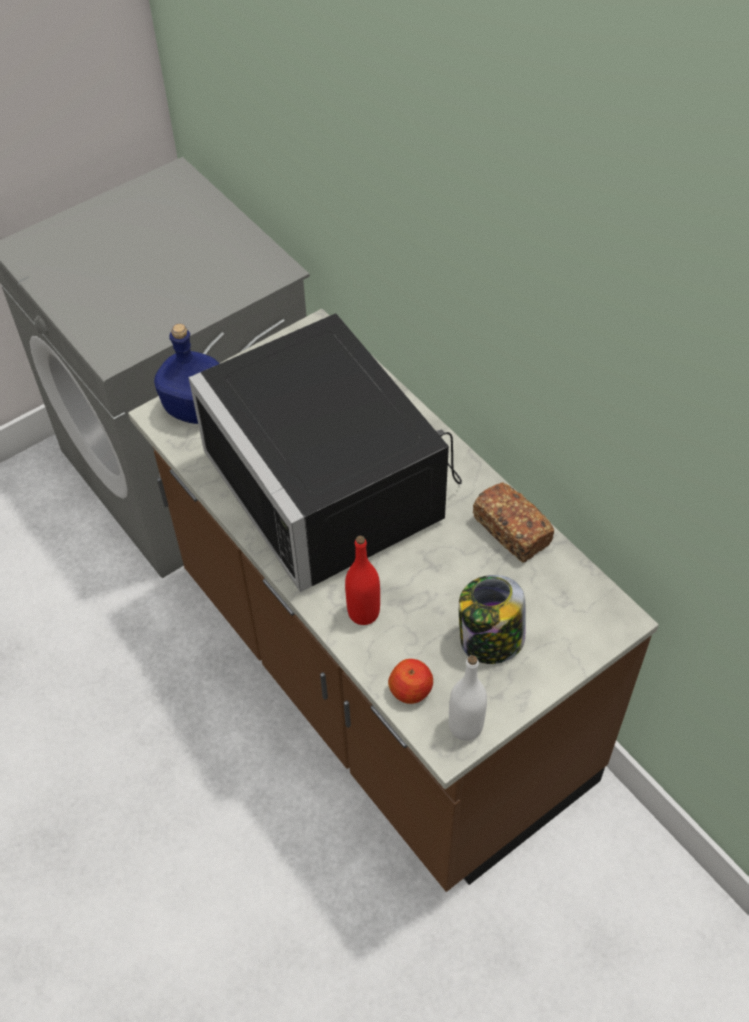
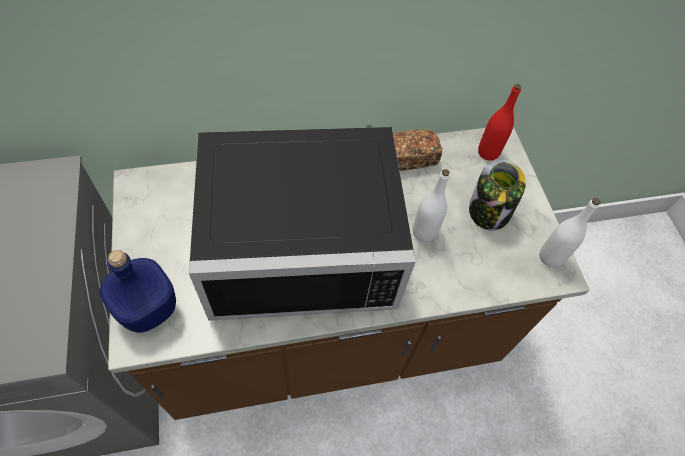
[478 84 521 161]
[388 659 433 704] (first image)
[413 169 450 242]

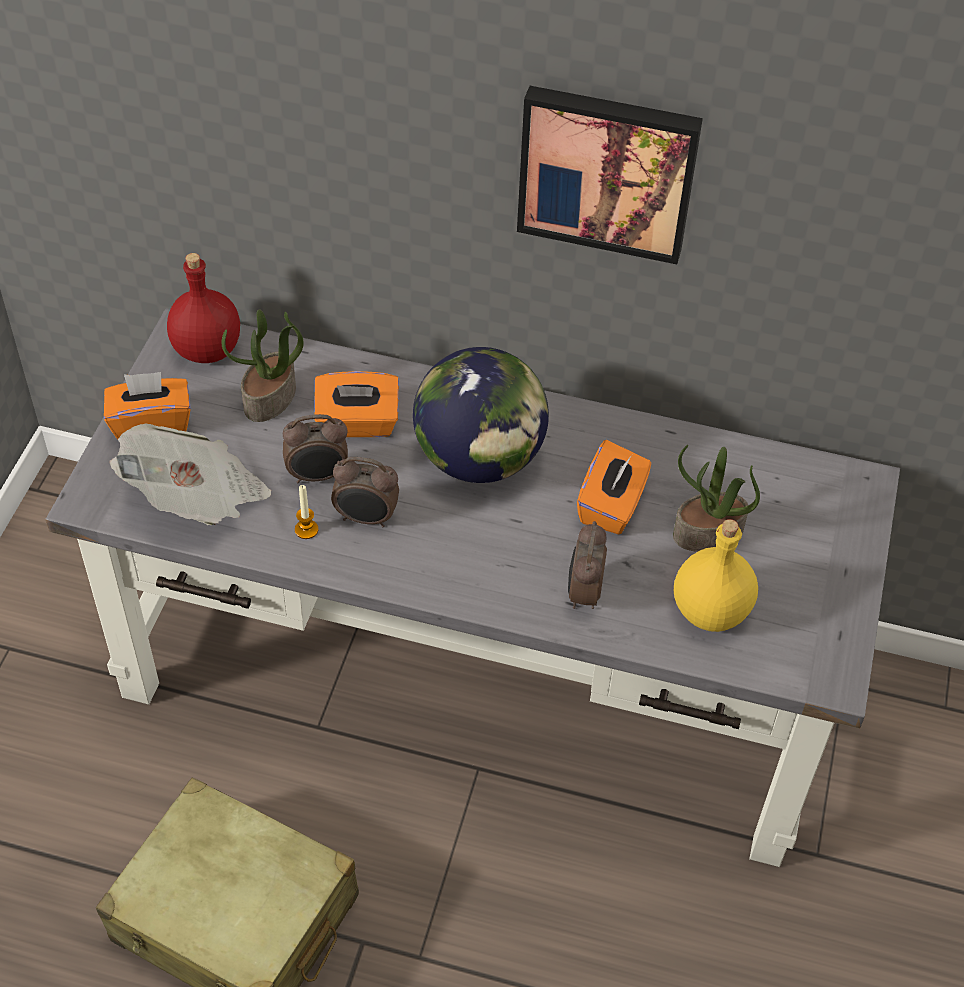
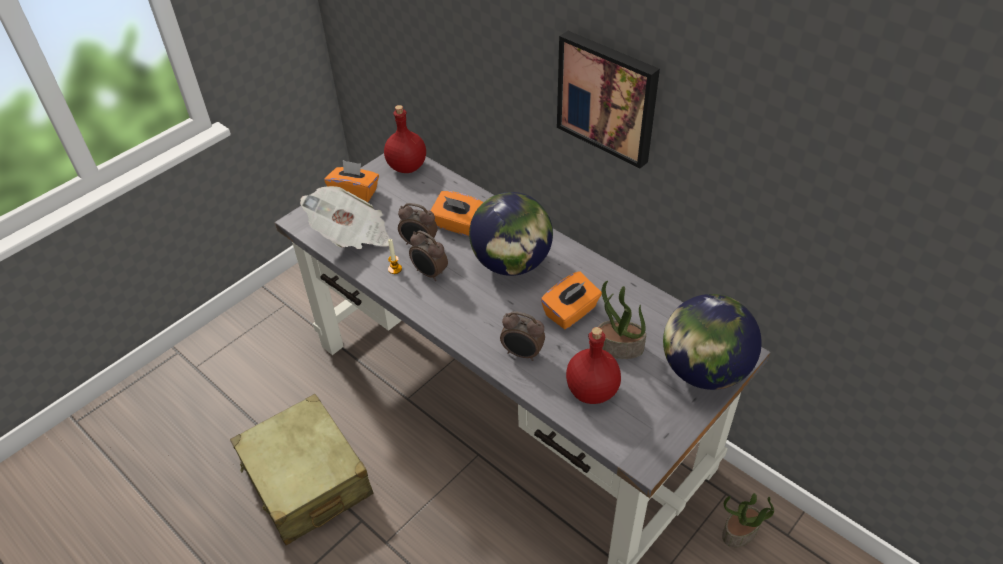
[722 493 774 547]
[500 311 545 361]
[566 327 621 404]
[663 294 762 390]

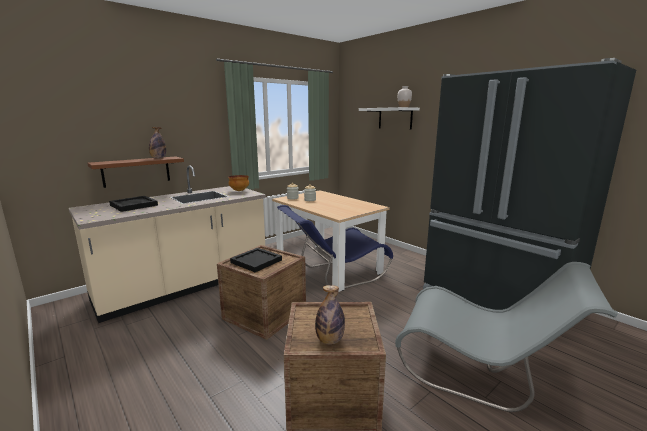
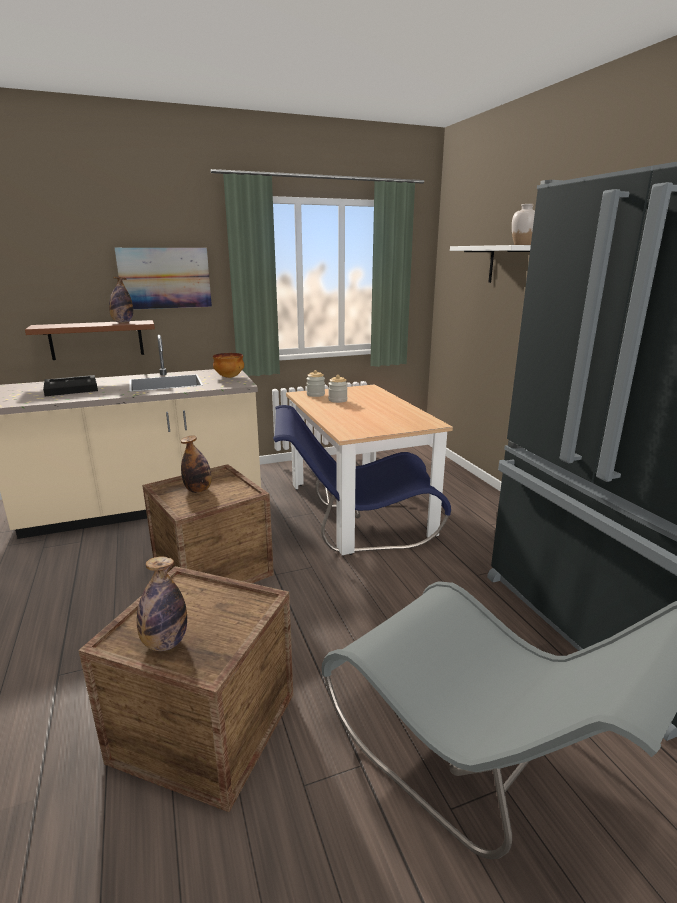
[180 435 212 493]
[115 248 212 309]

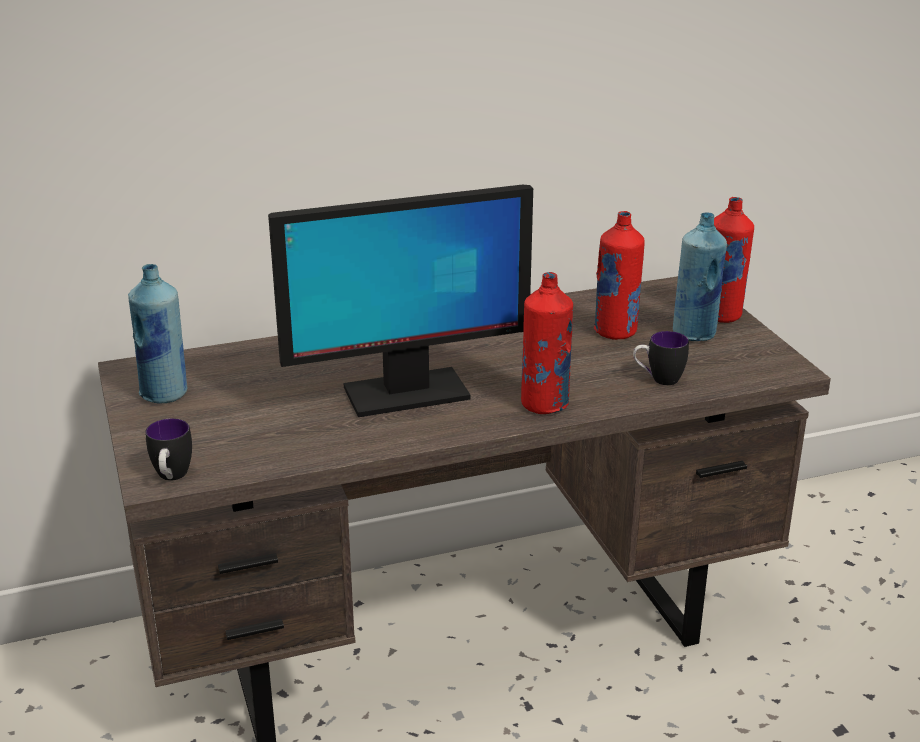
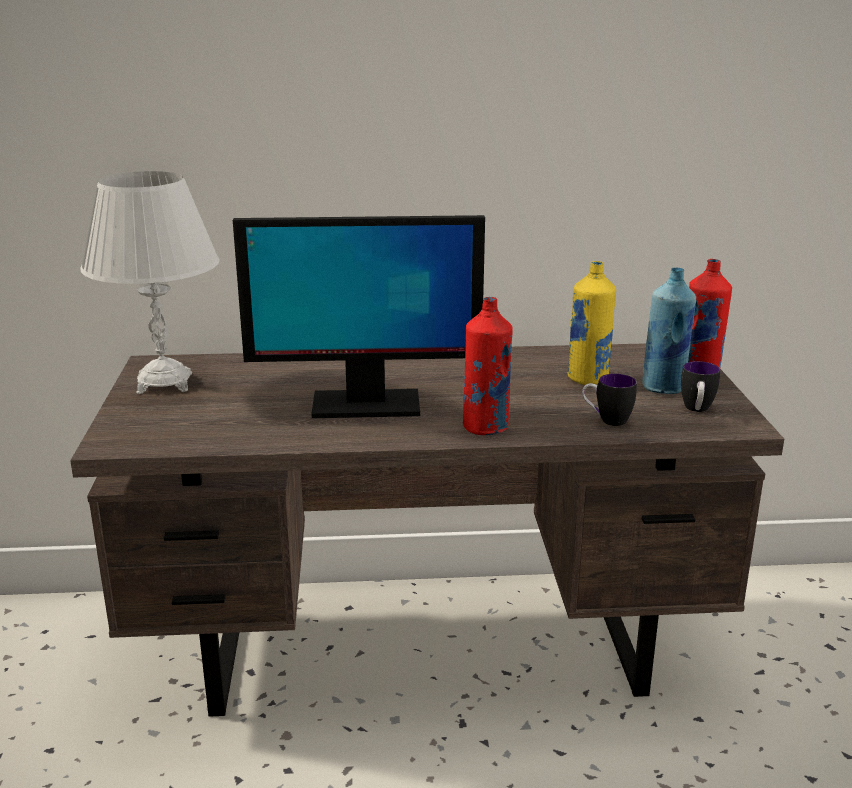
[80 171 220 394]
[681 361 720 412]
[567 261 616 385]

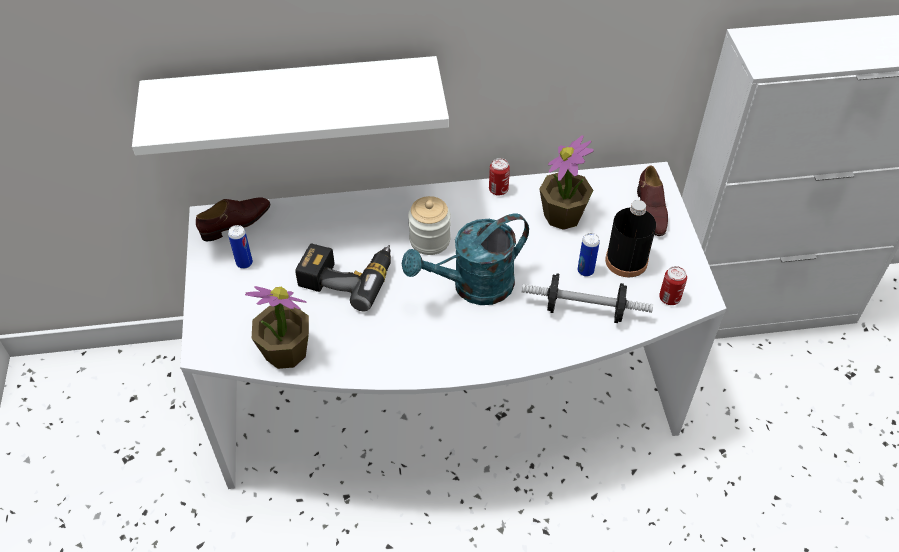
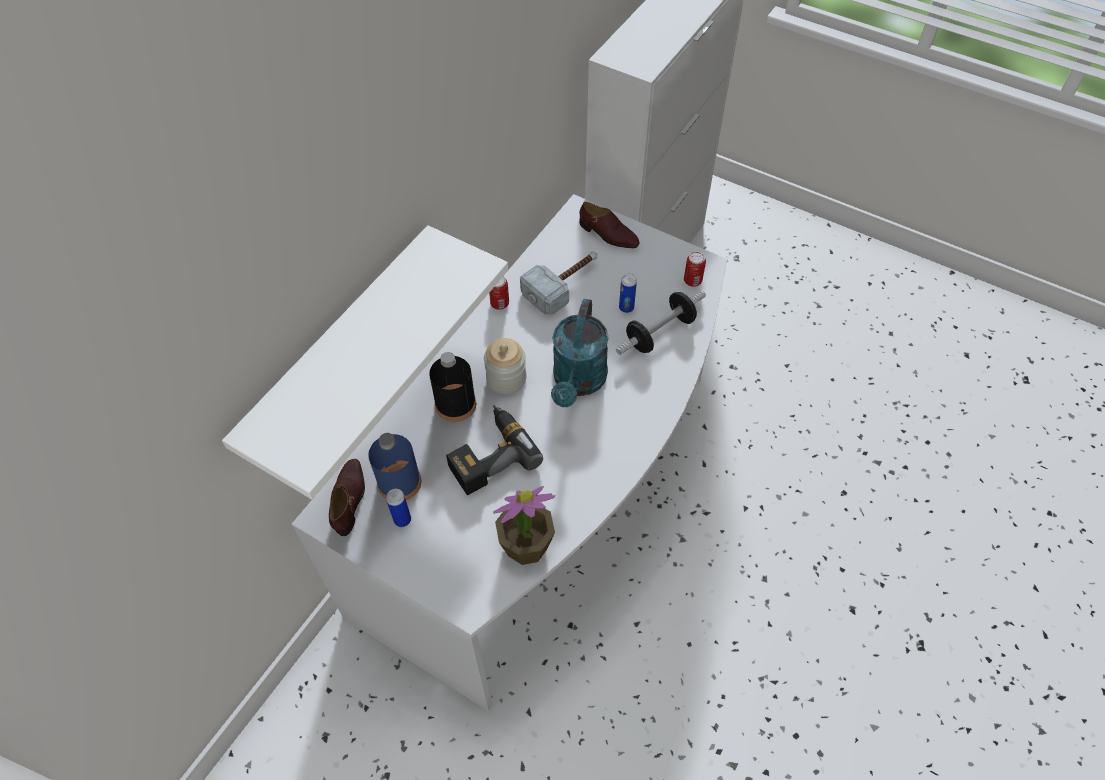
[520 251 597 315]
[429 352 476 422]
[368 433 421 501]

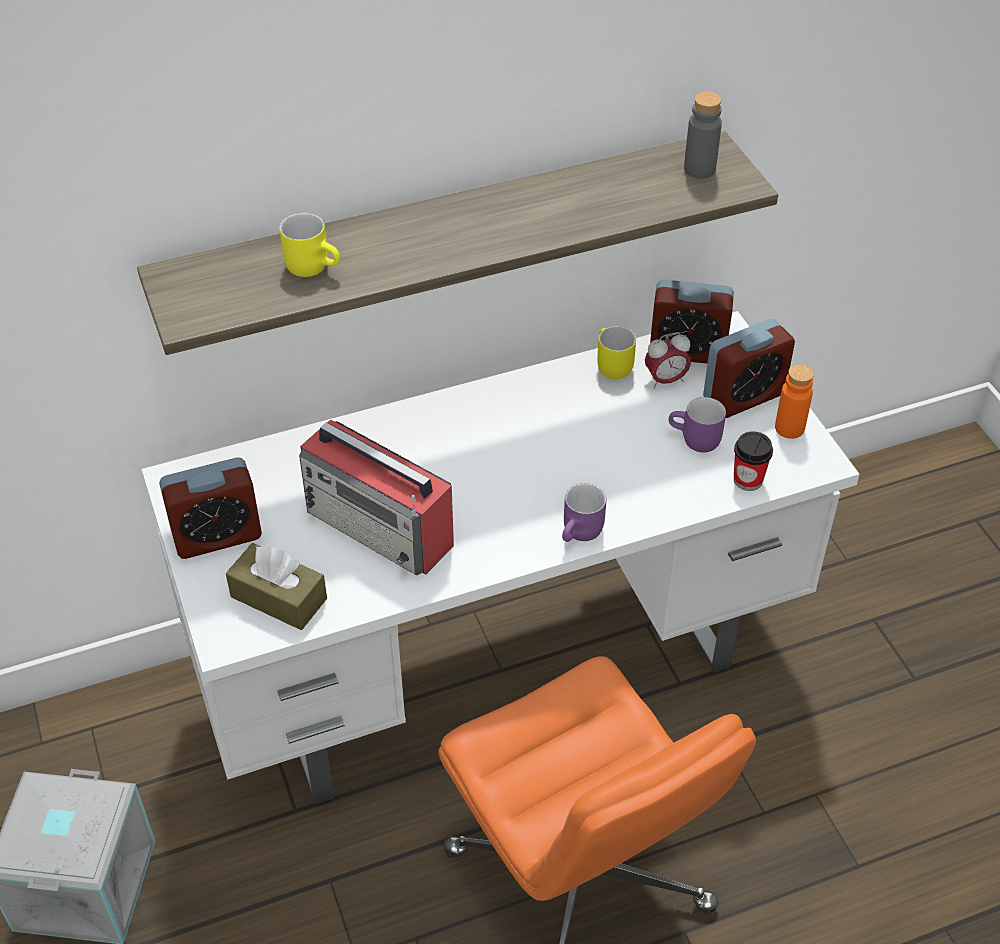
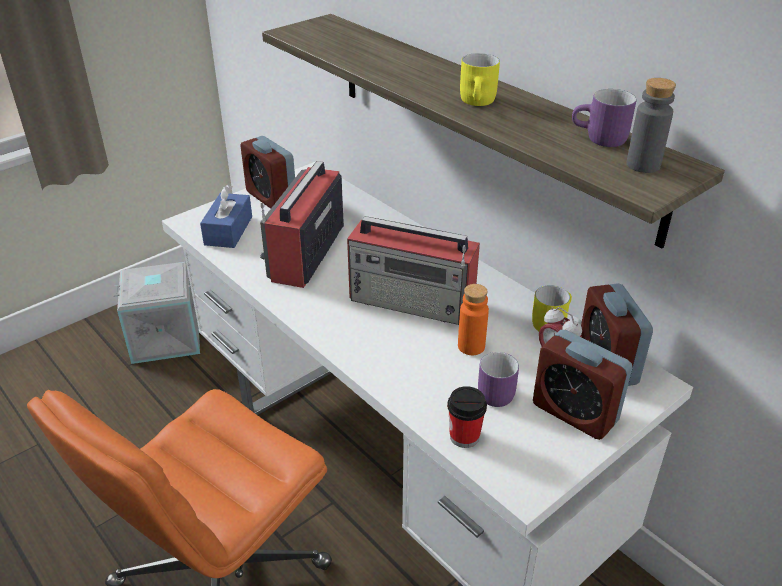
[200 185 252 248]
[460 53 500 106]
[572 89 637 147]
[458 284 489 355]
[347 216 480 325]

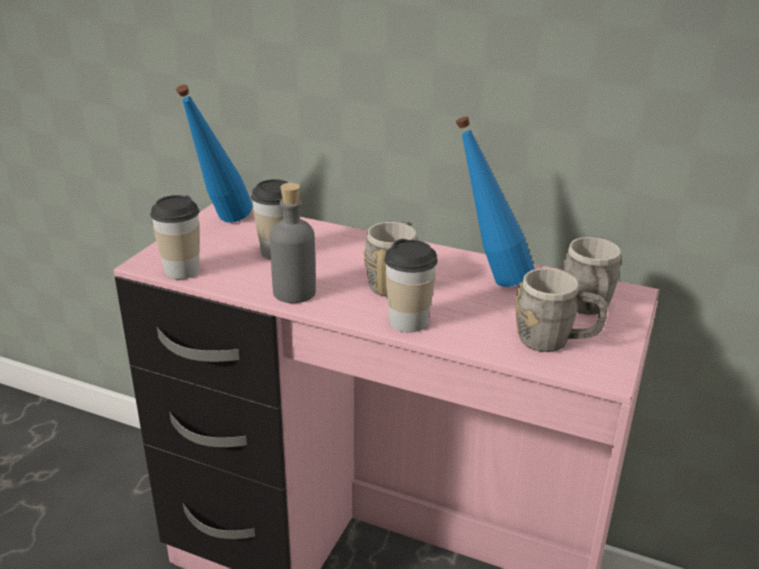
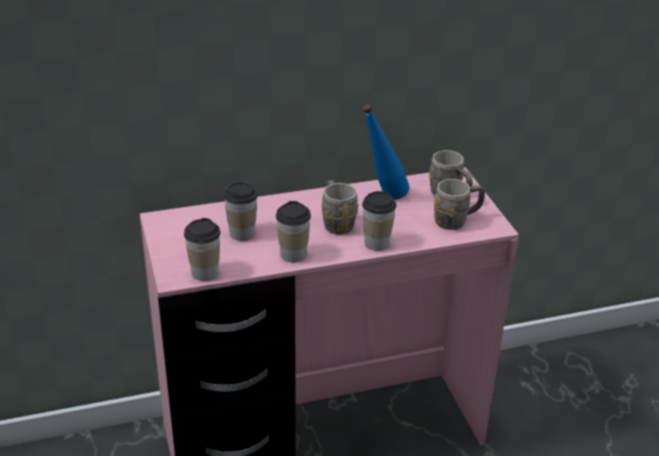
[176 85 253 223] (first image)
[276 201 311 262]

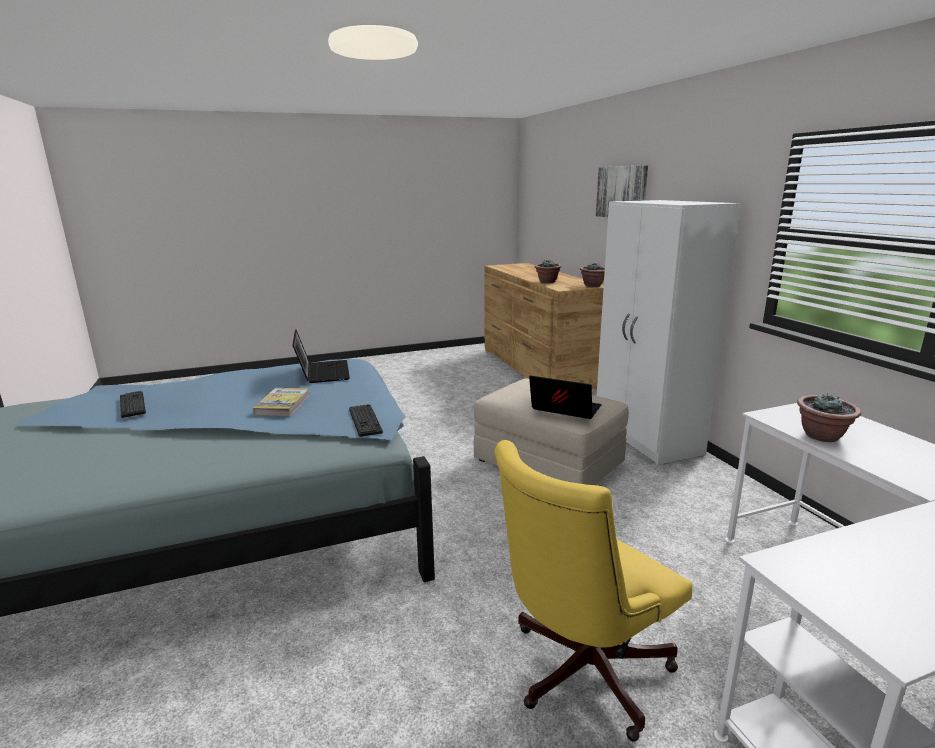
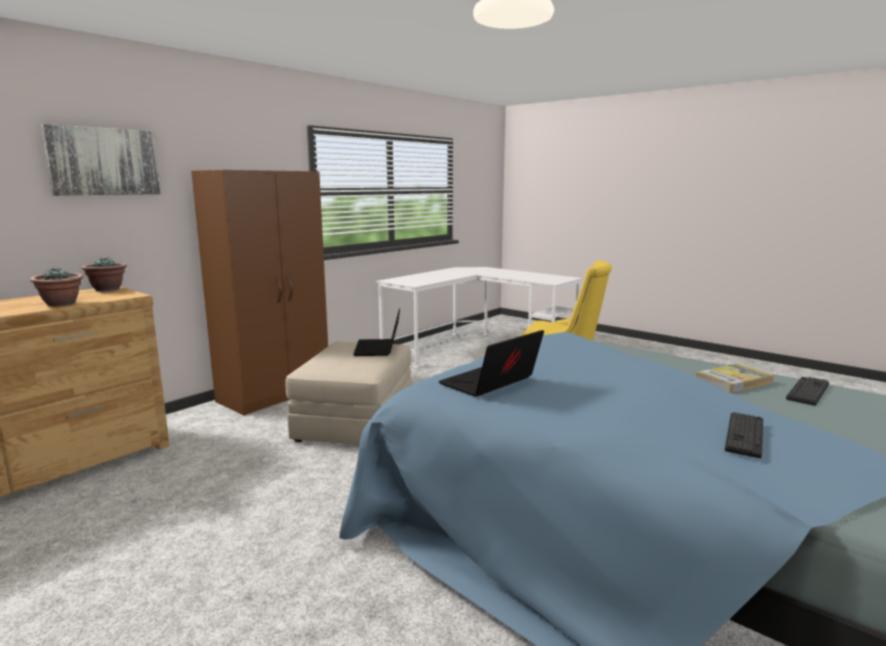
[696 364 774 393]
[786 377 829 406]
[191 170 328 416]
[797 394 861 442] (first image)

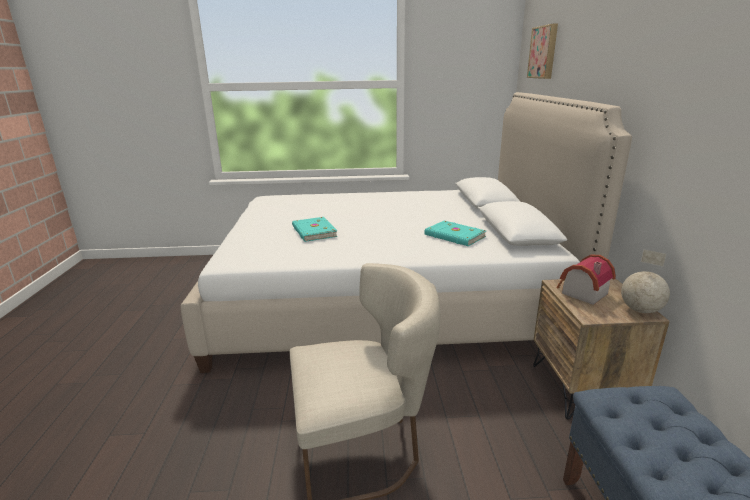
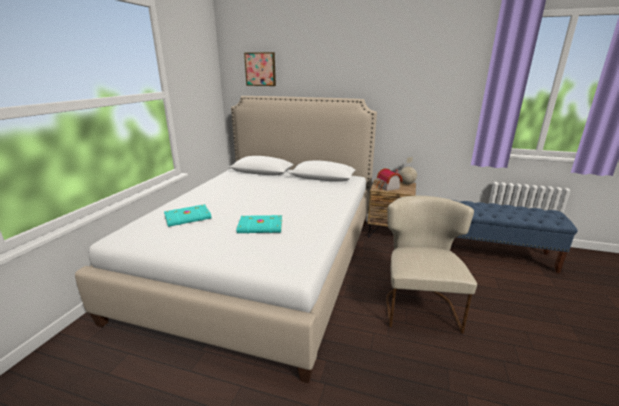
[164 204 211 227]

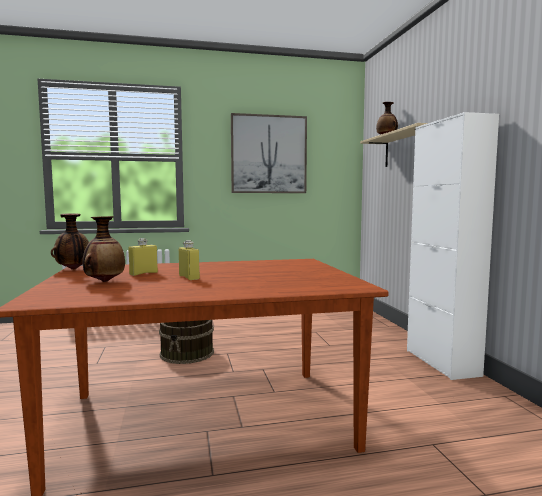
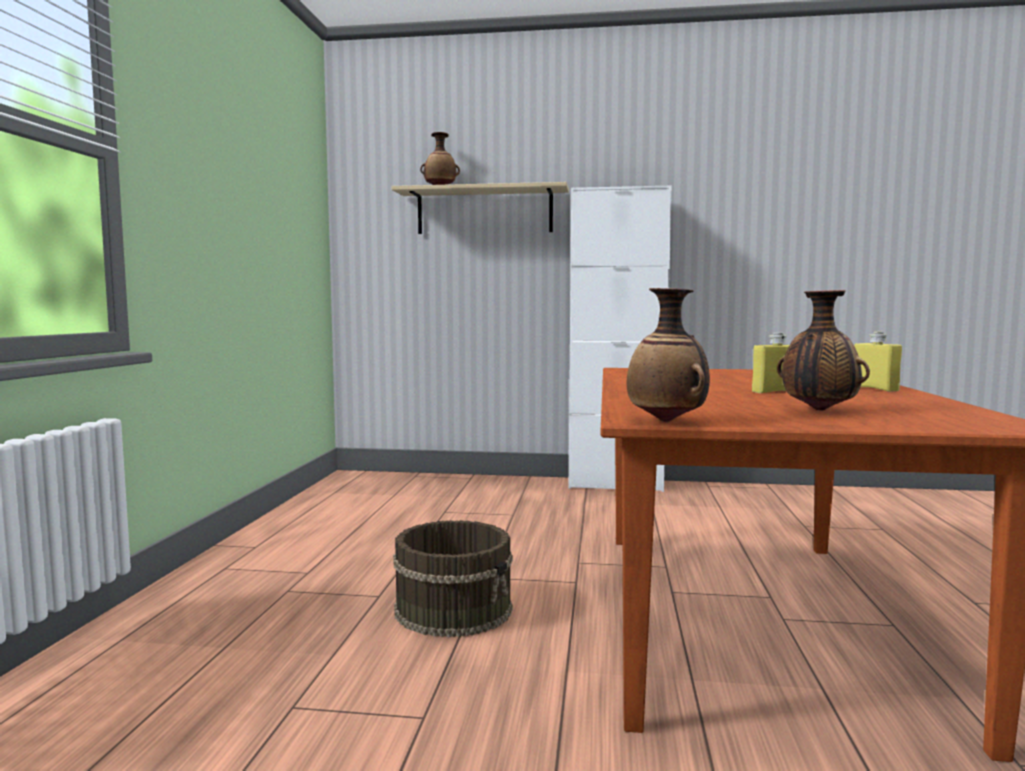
[854 332 902 392]
[231 113 307 193] (first image)

